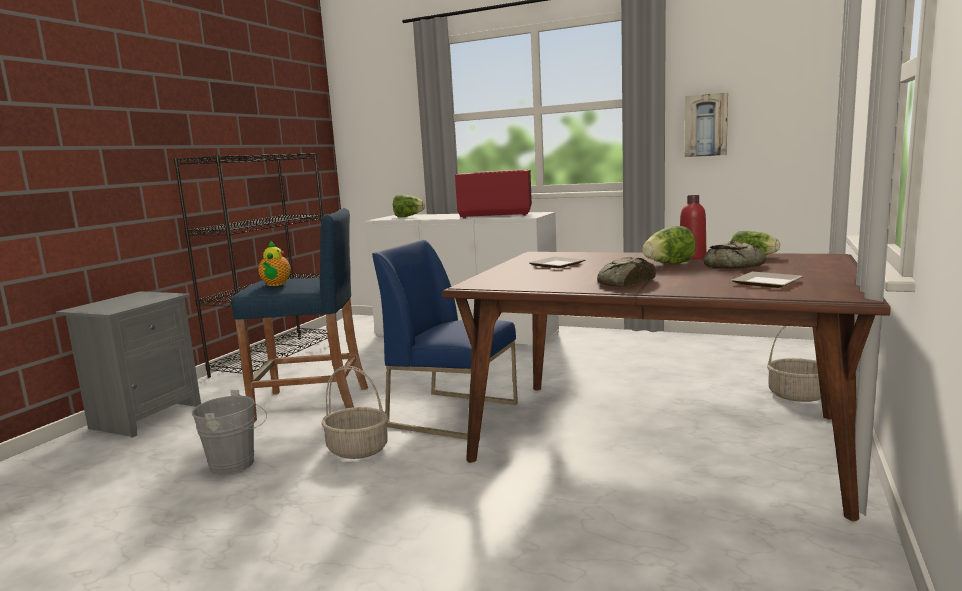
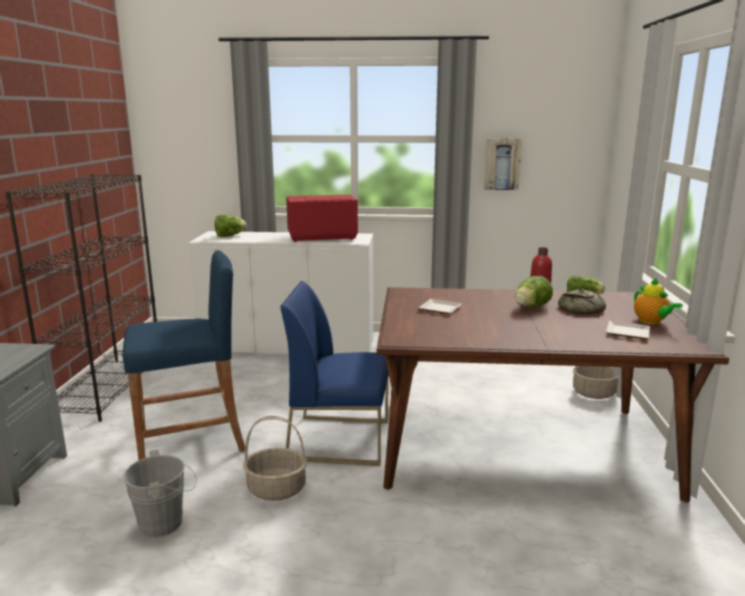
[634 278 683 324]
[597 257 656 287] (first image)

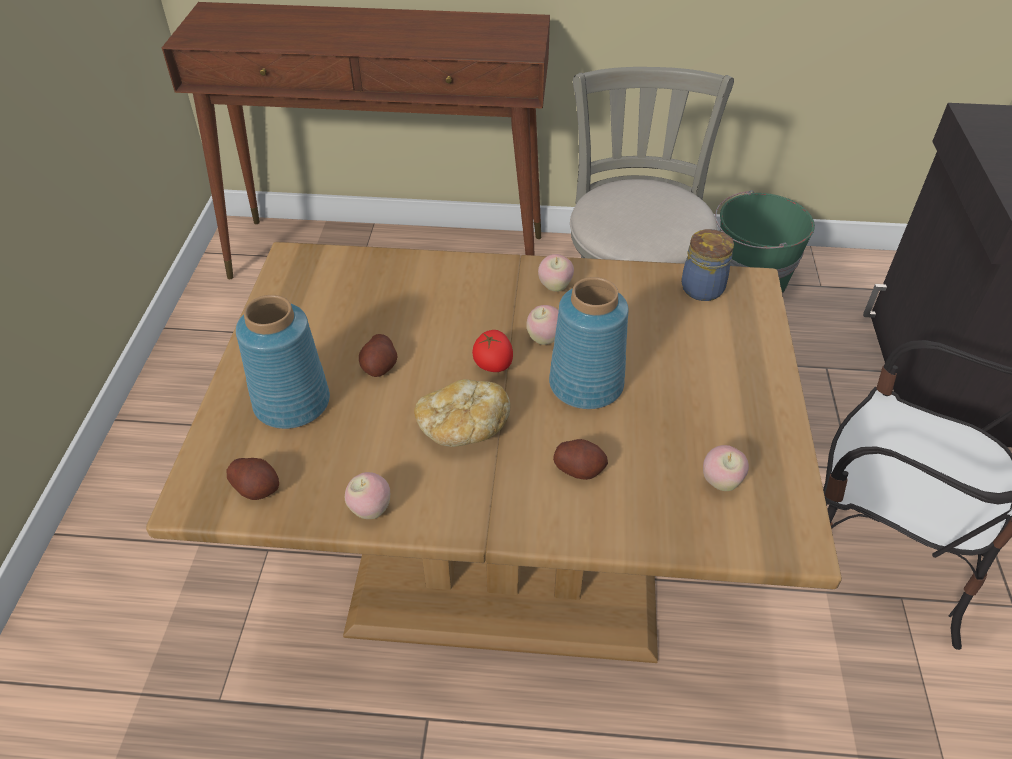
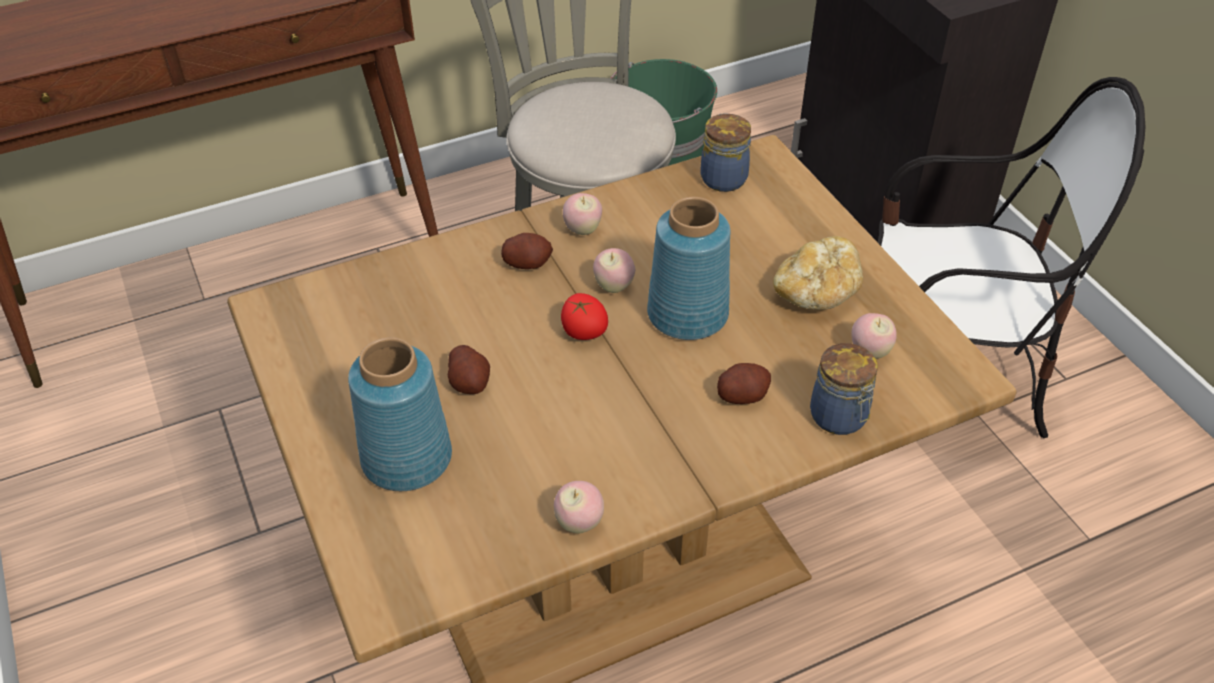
[501 233 553 269]
[773 236 863 310]
[810 343 878 435]

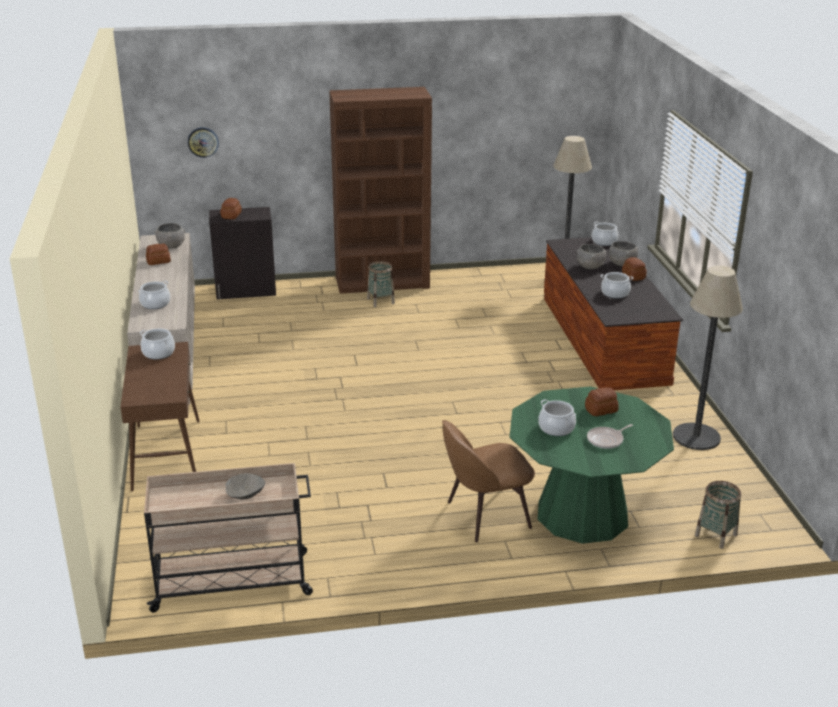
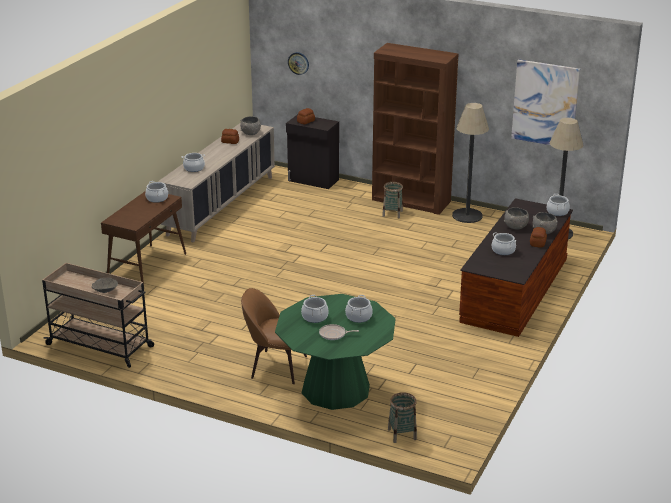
[345 295 373 323]
[452 103 489 223]
[511 59 580 145]

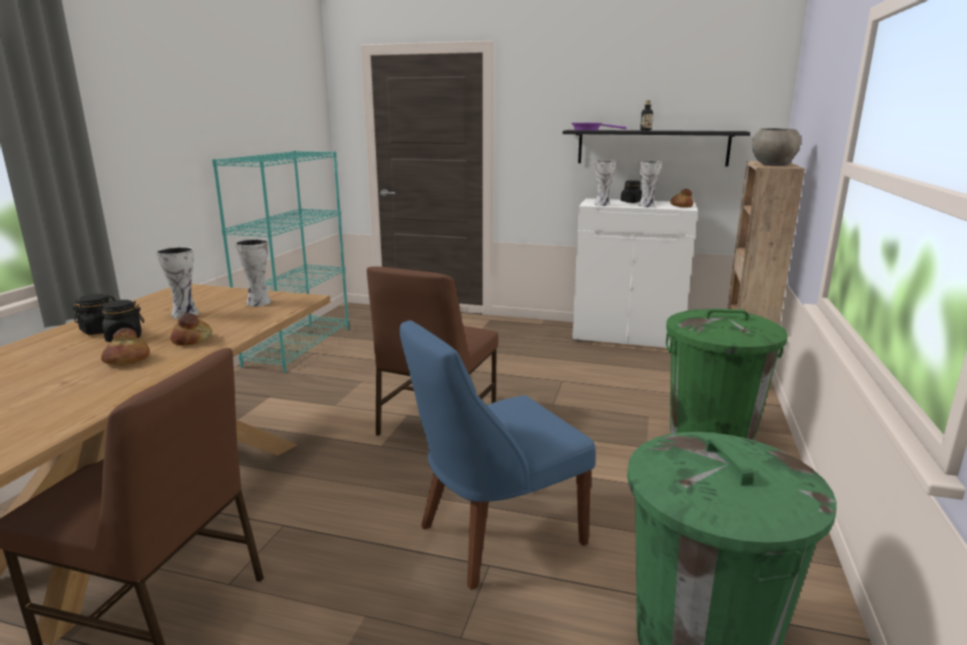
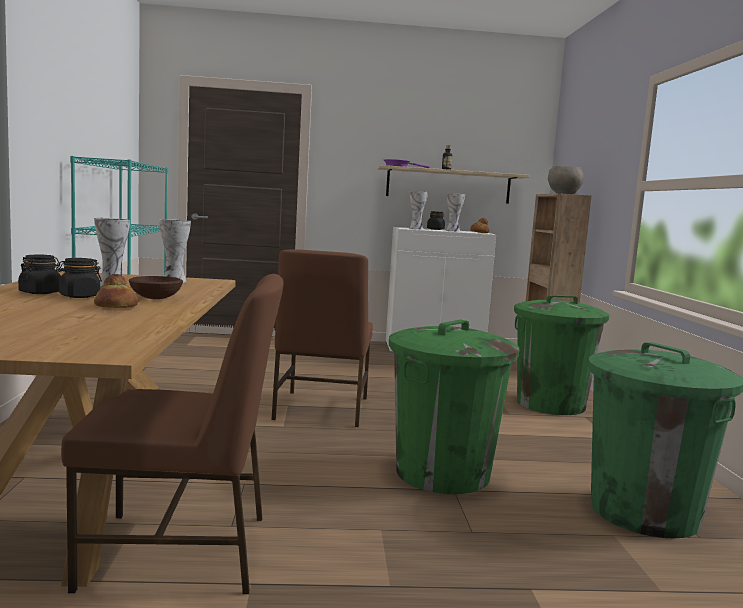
[129 276 183 299]
[389 320 519 494]
[377 165 530 204]

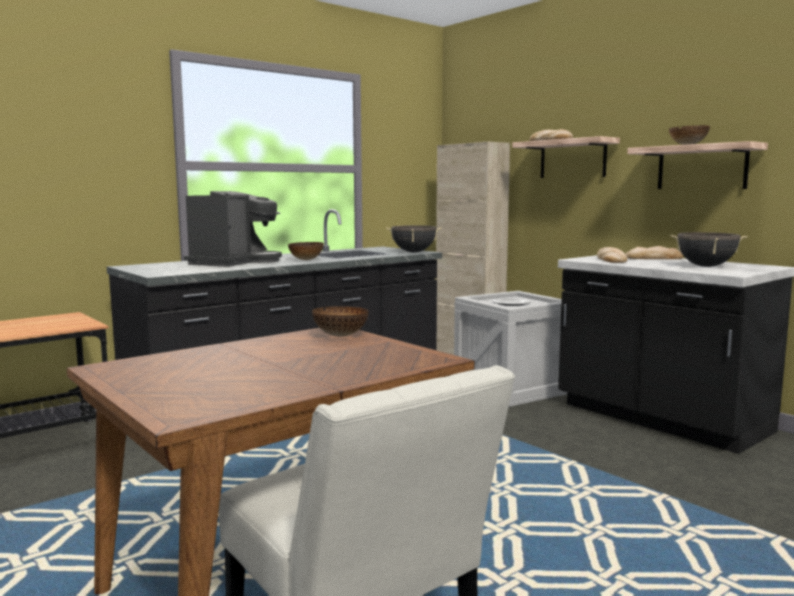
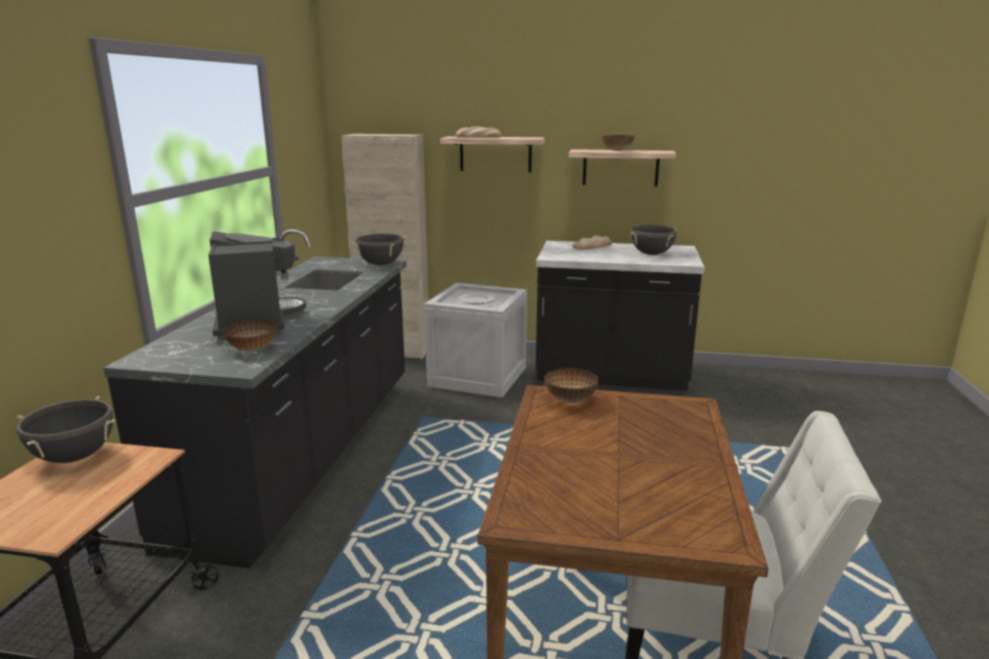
[222 319 277 351]
[597 247 627 263] (first image)
[16 396 115 463]

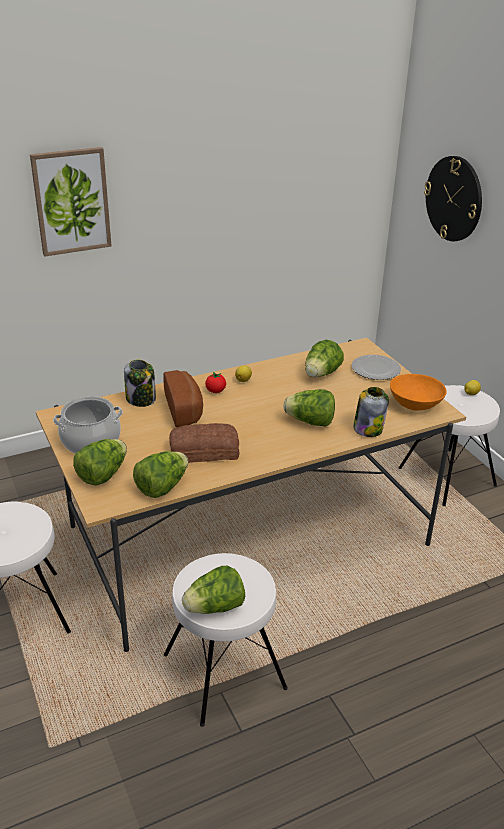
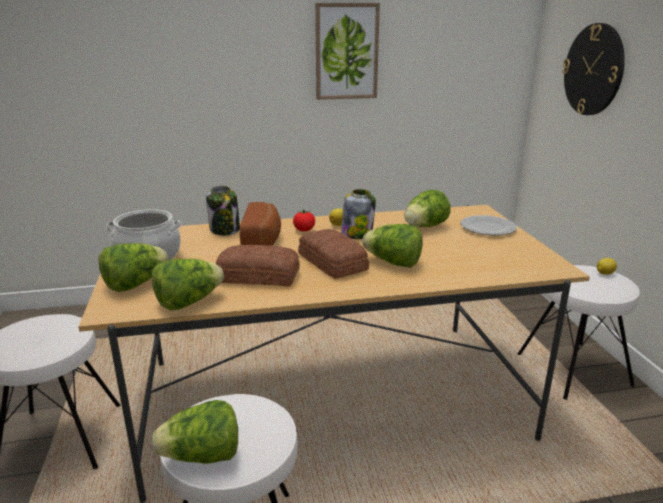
[315 3 380 100]
[341 189 376 239]
[390 374 447 410] (first image)
[298 229 369 279]

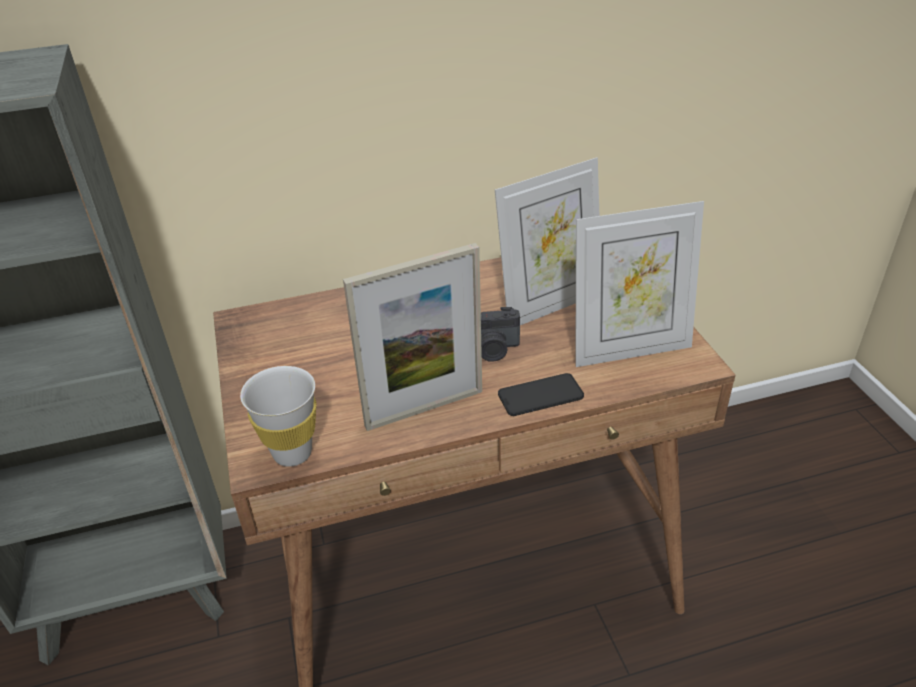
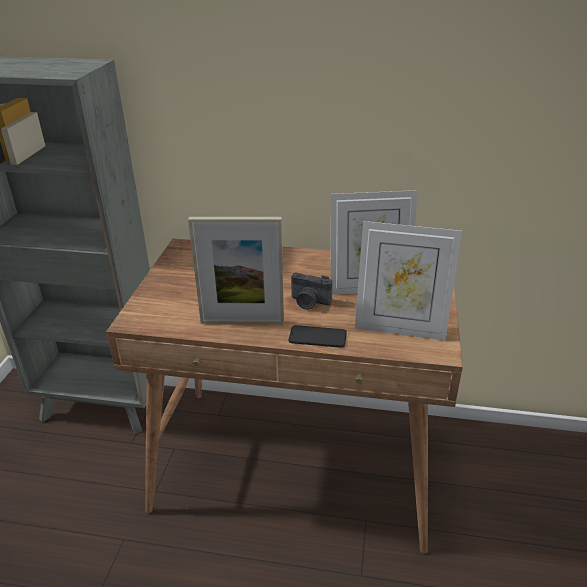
[240 366 316 467] (first image)

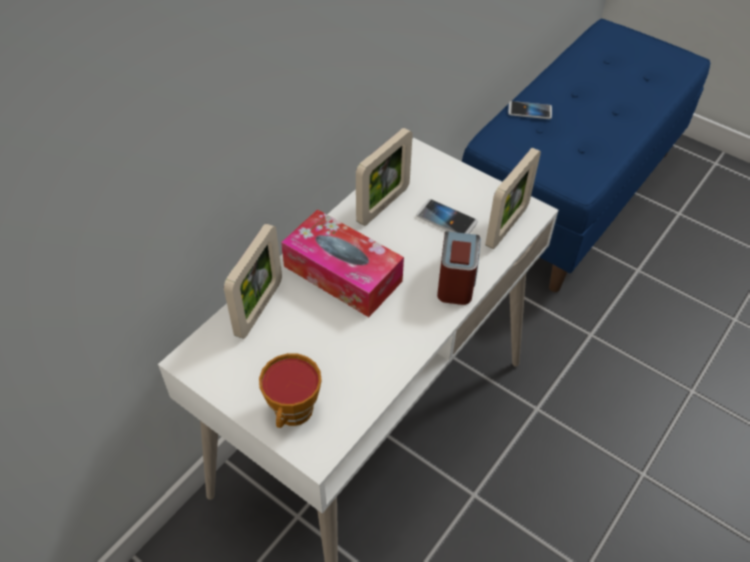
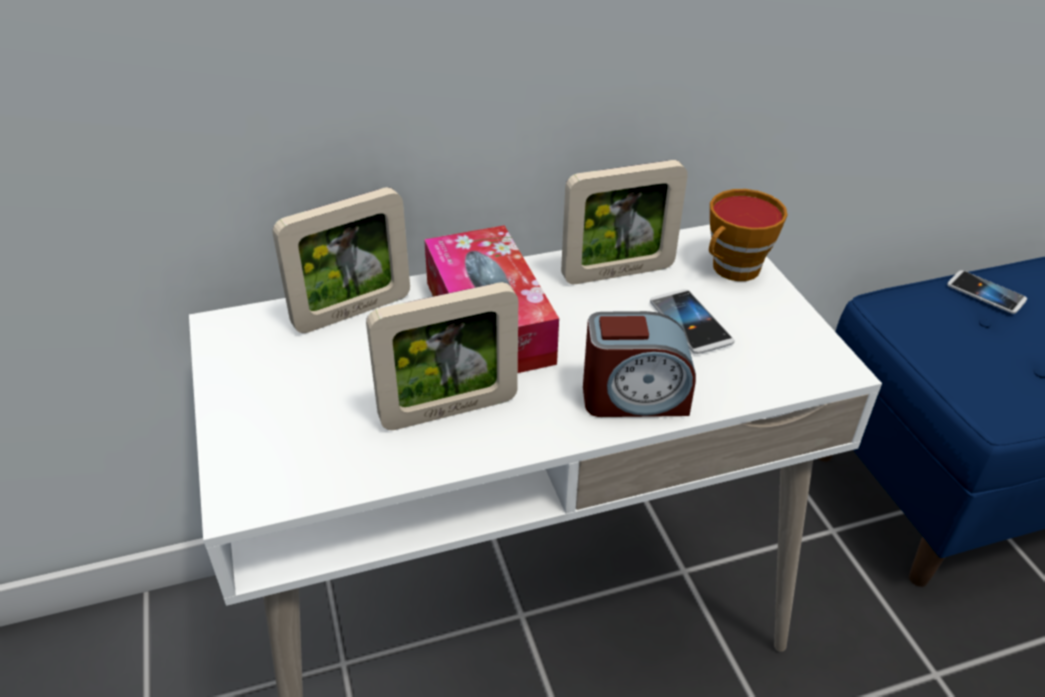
[709 189 788 281]
[583 311 696 417]
[366 282 518 430]

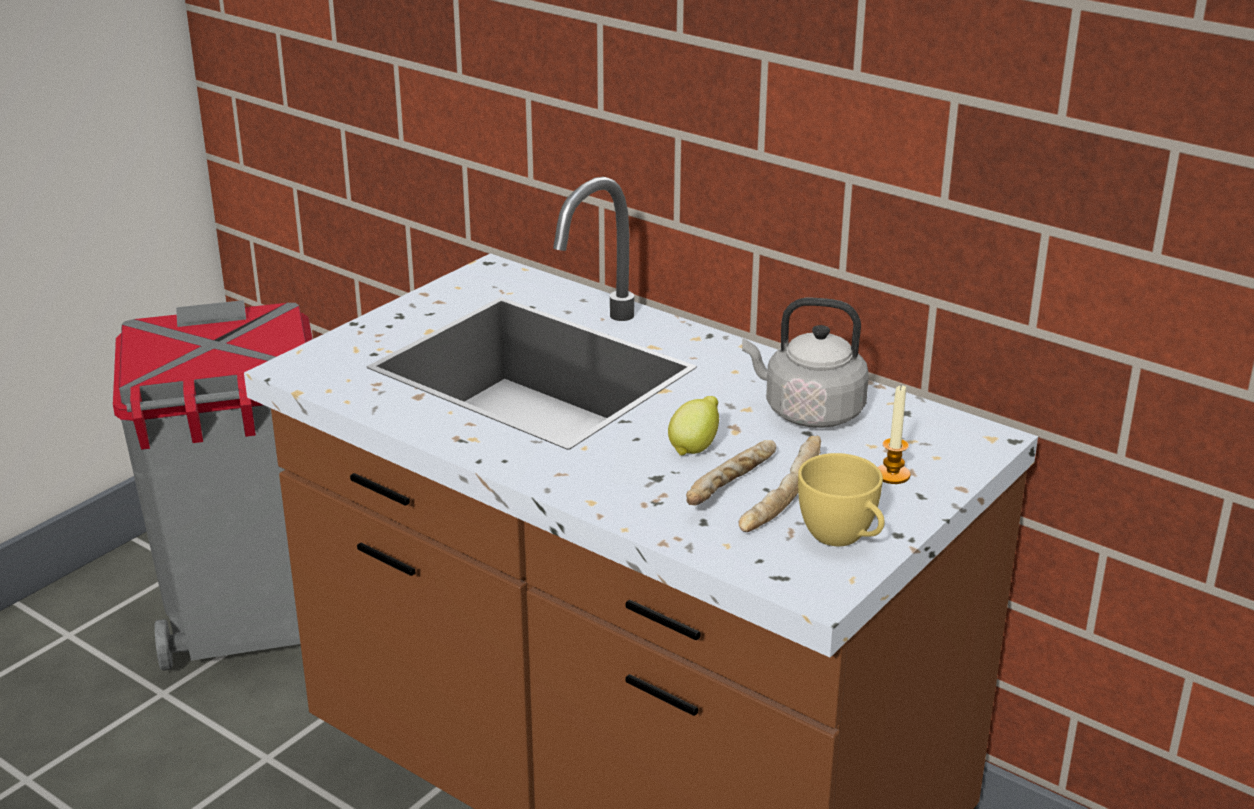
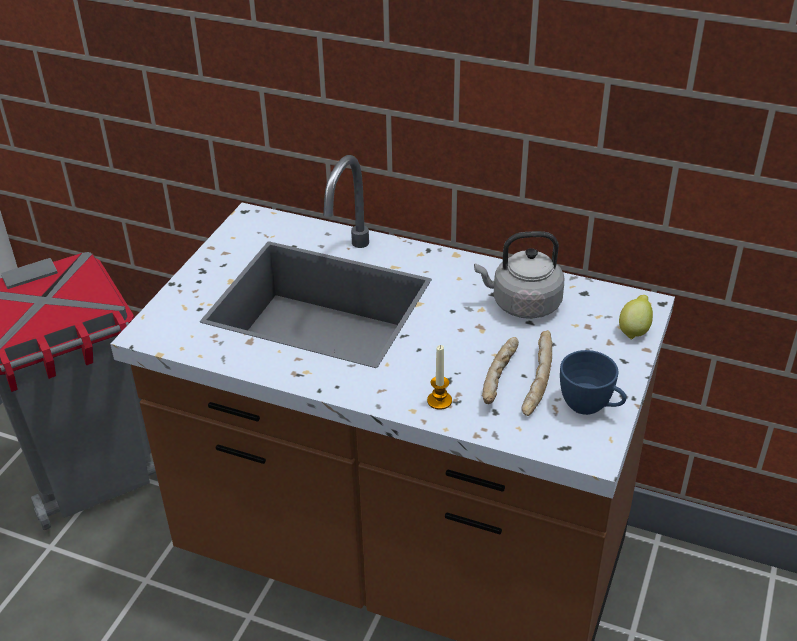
[619 295 653 340]
[560 350 626 415]
[427 345 452 410]

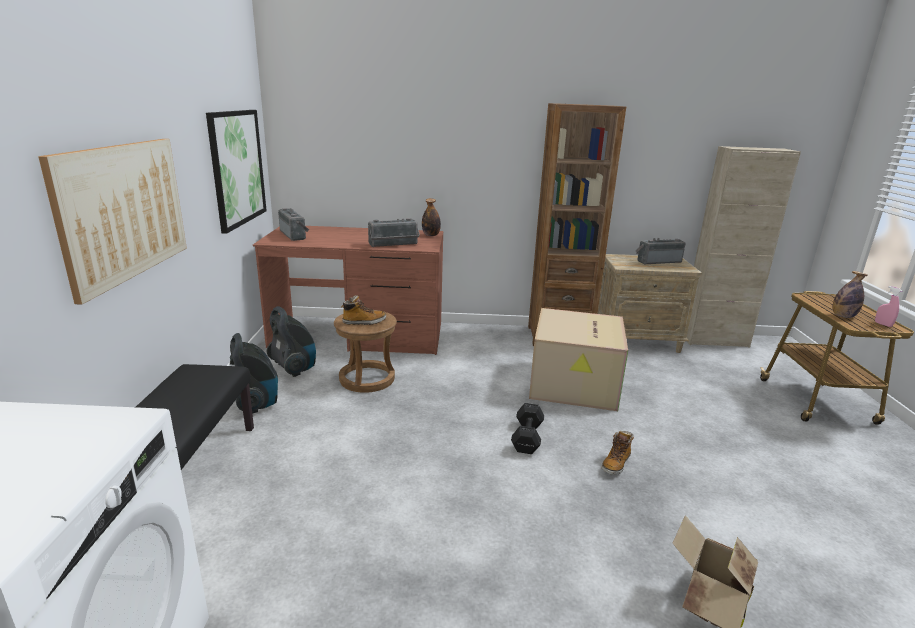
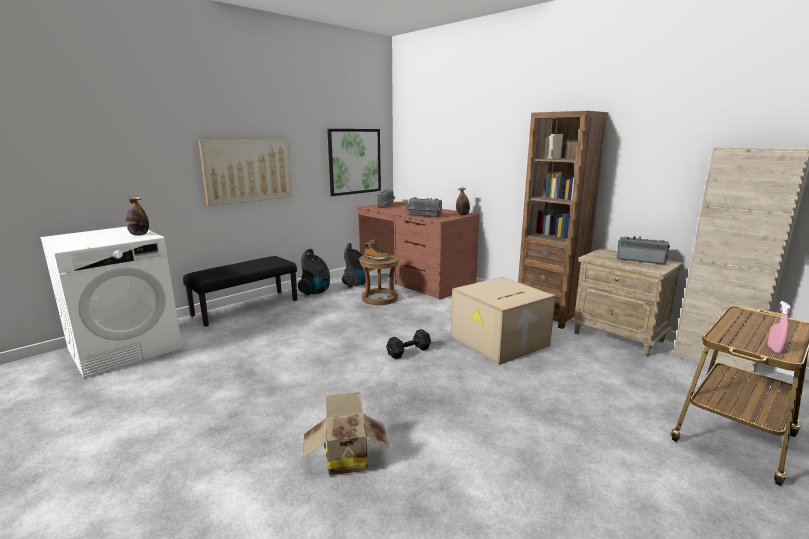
[601 431 634 475] (first image)
[126 197 149 235]

